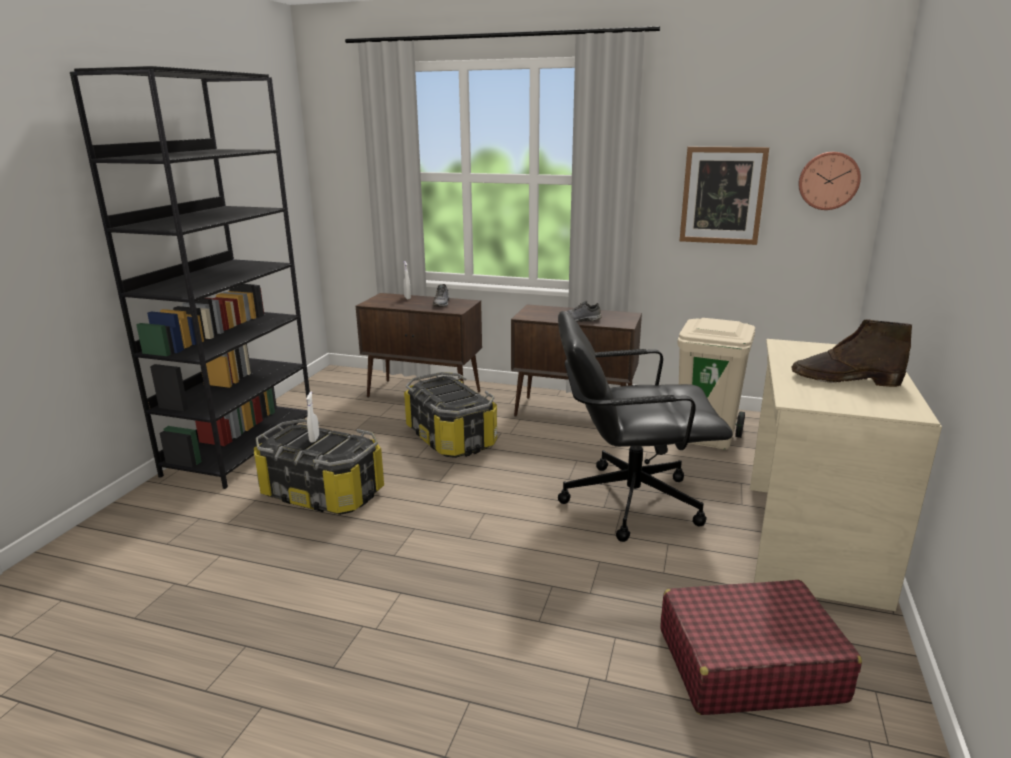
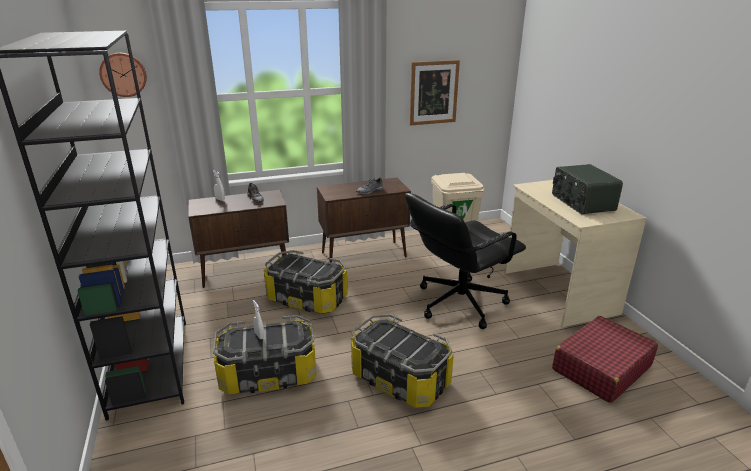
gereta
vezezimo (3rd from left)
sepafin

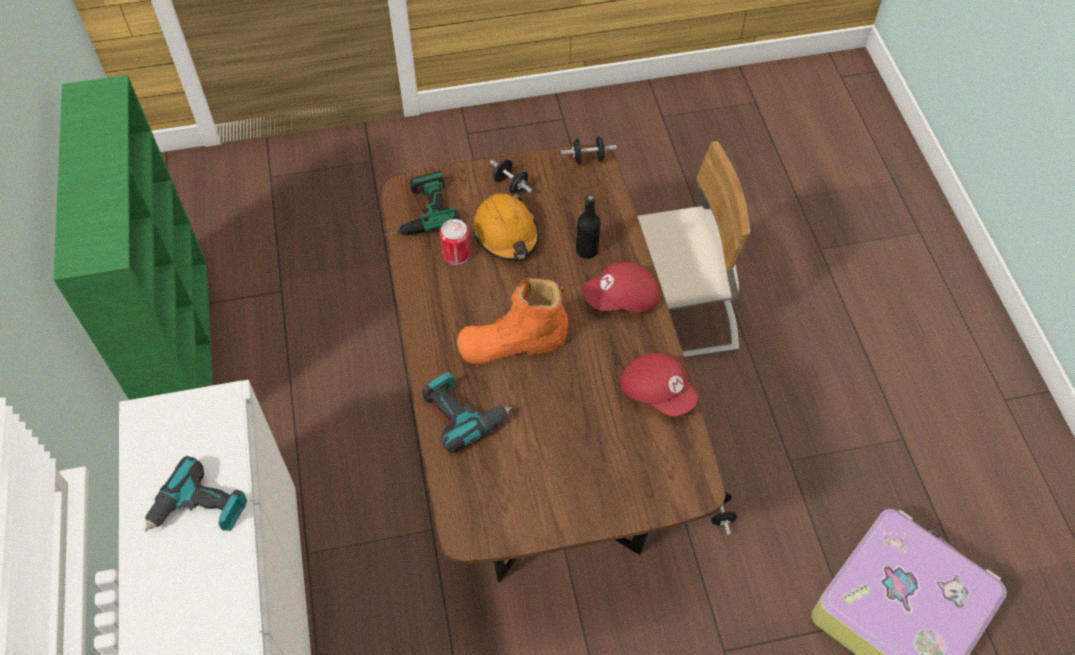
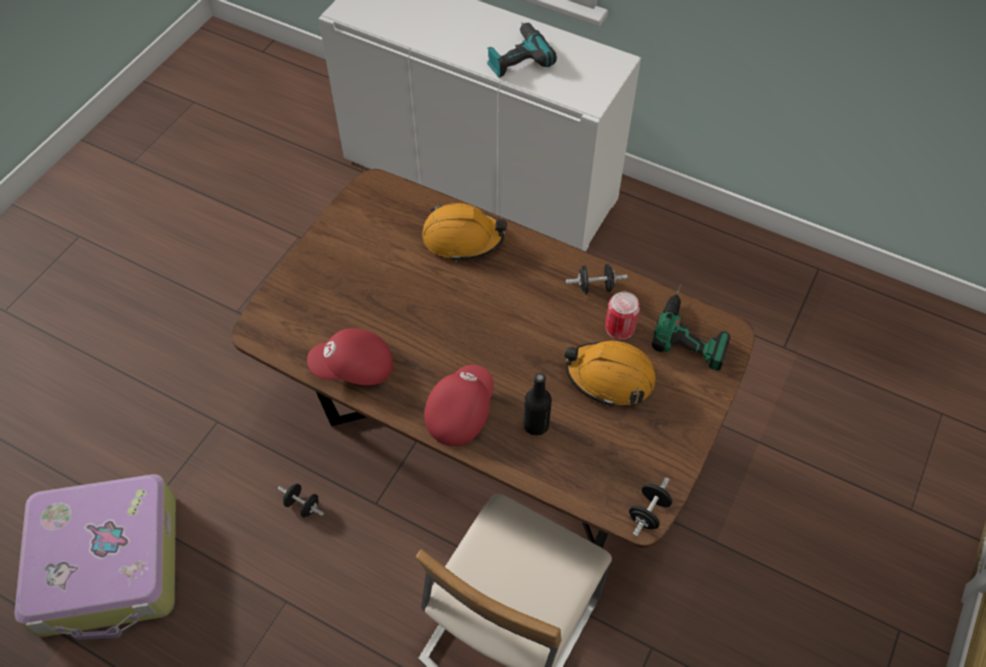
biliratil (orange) (1st from left)
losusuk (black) (2nd from left)
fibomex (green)
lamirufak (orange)

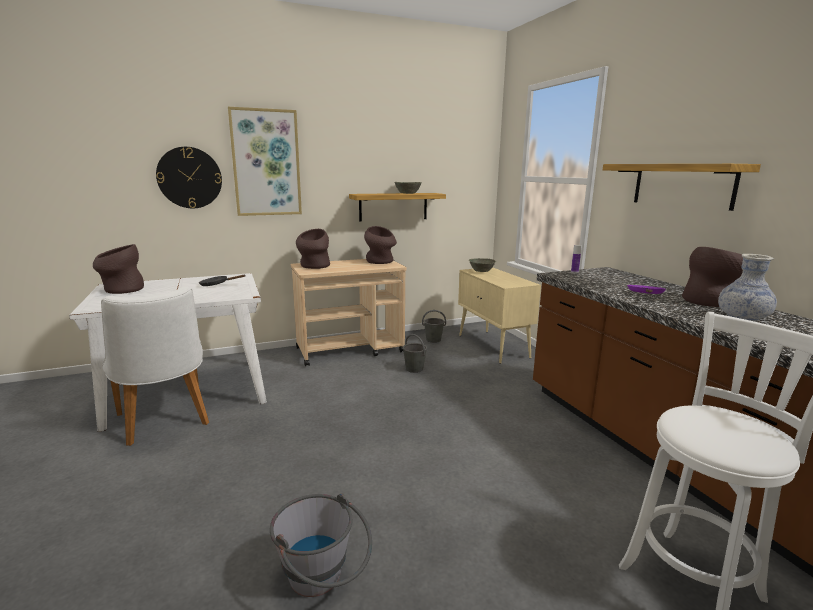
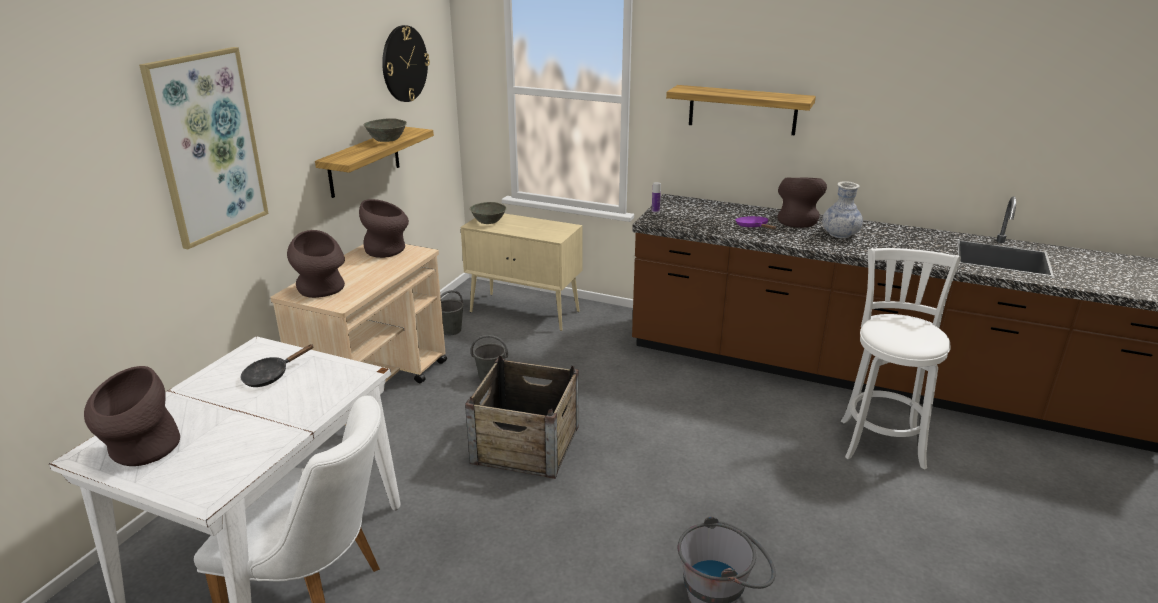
gereta
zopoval

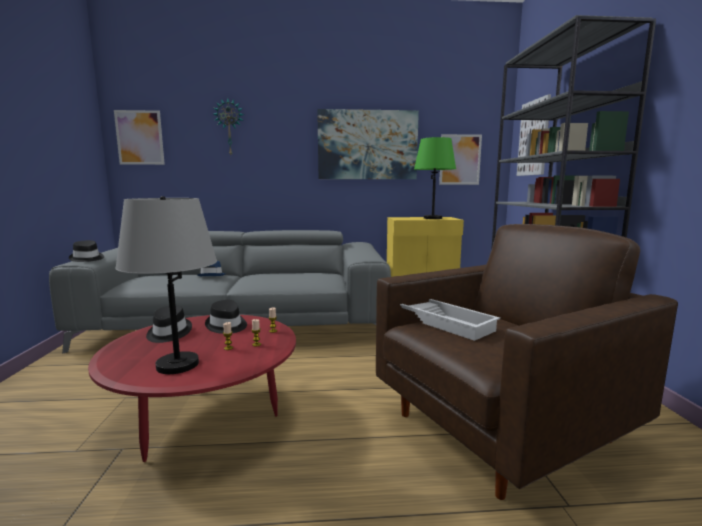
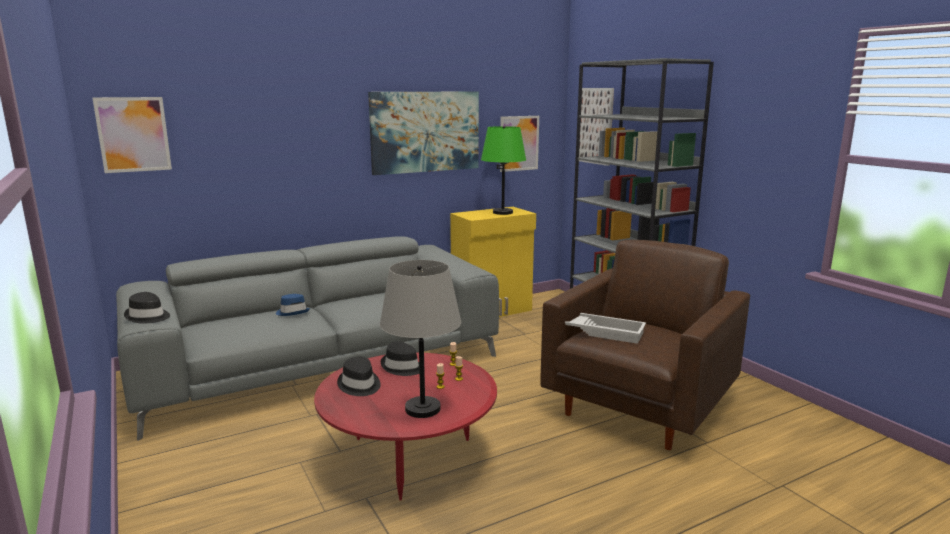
gereta

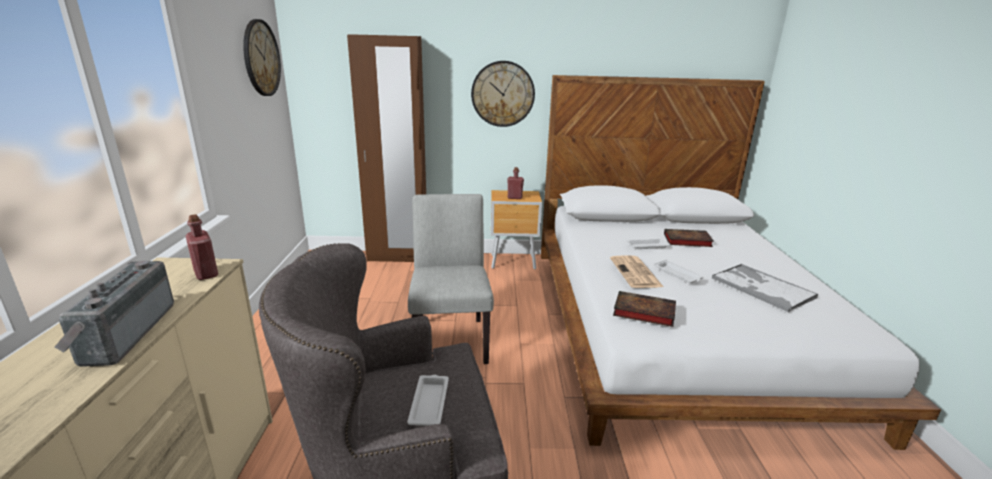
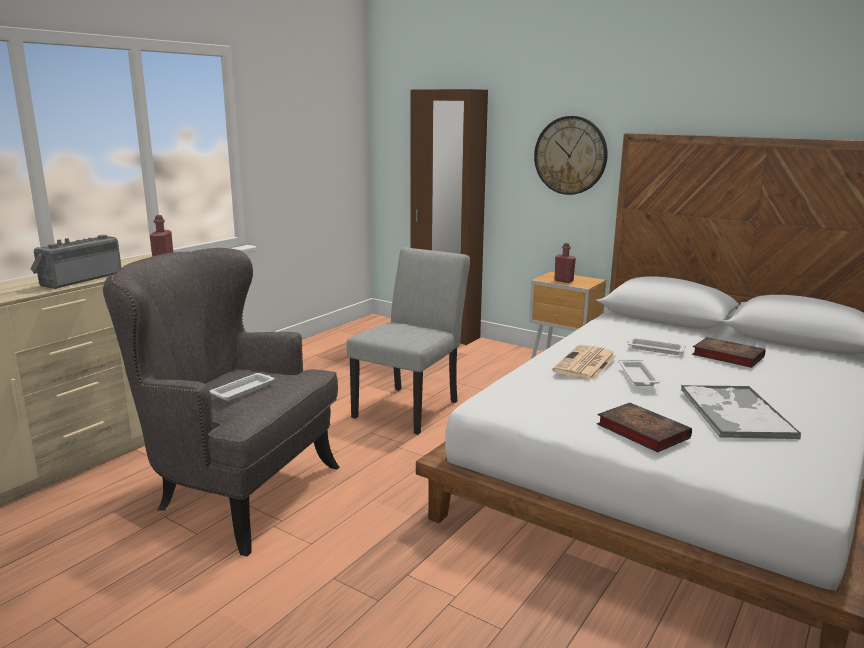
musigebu (1st from left)
gereta (1st from left in the first image)

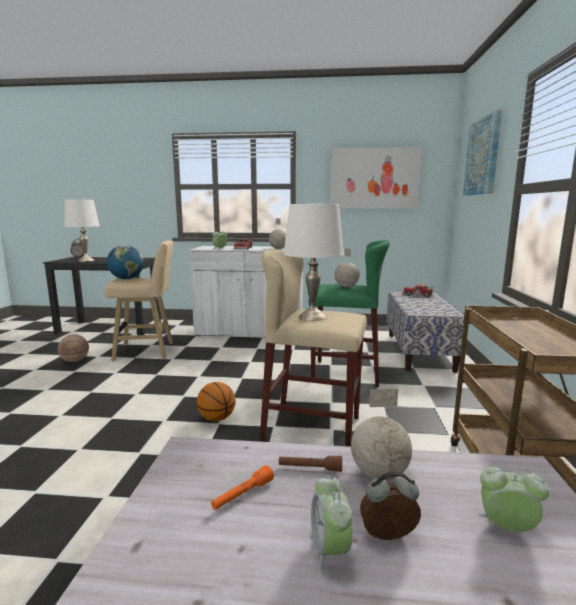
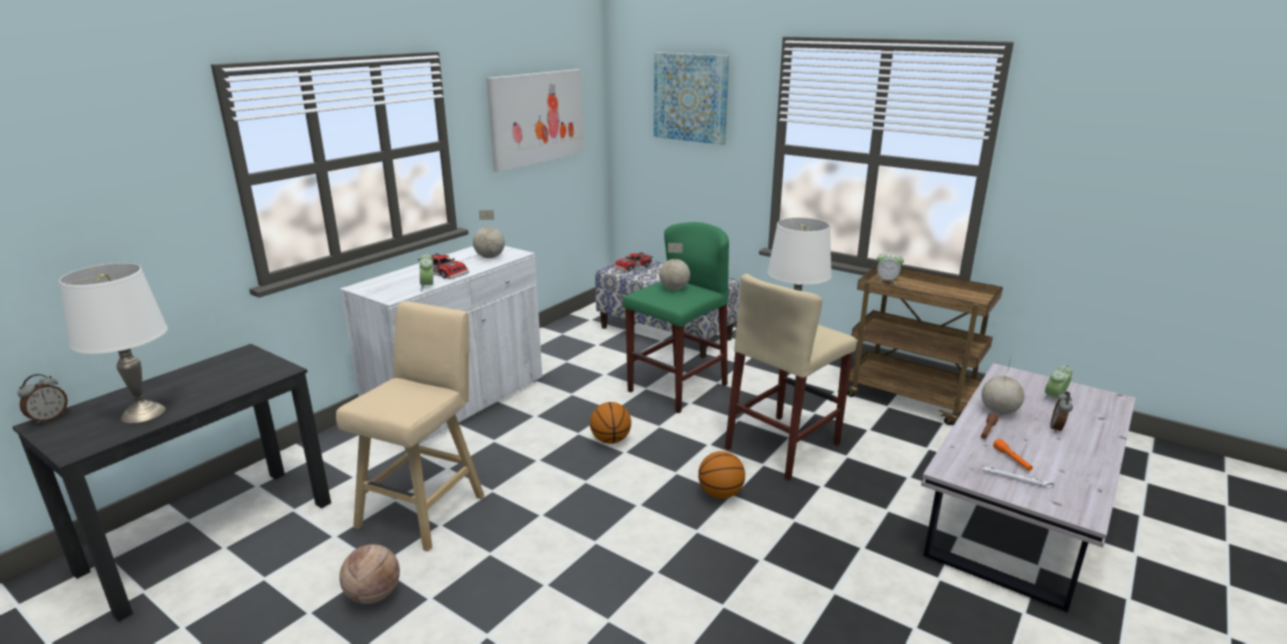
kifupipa (2nd from left)
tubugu (3rd from left)
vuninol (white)
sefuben (1st from left in the first image)

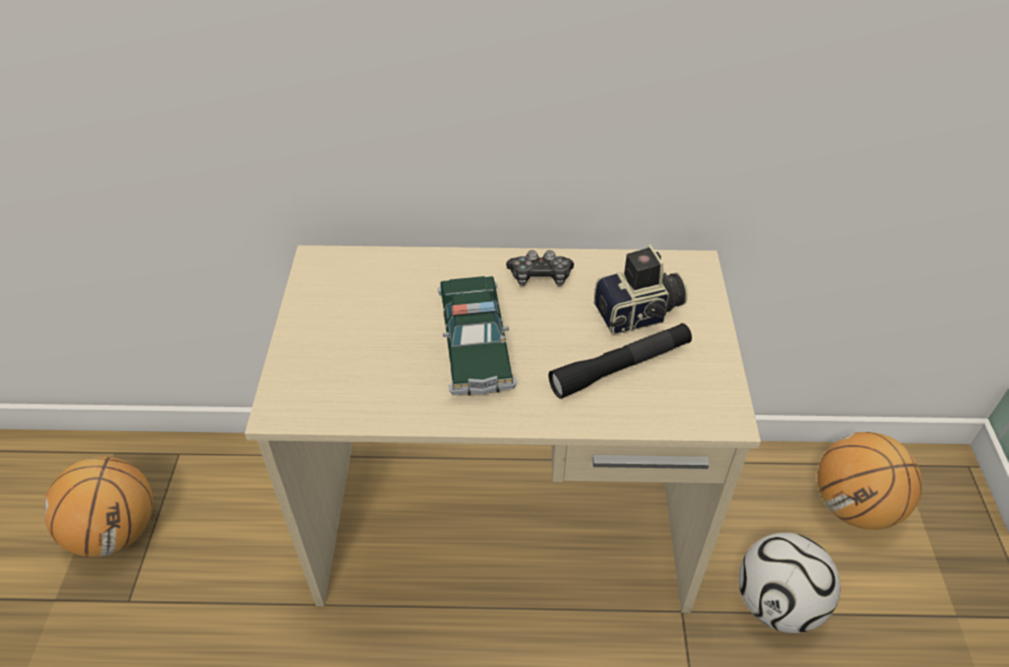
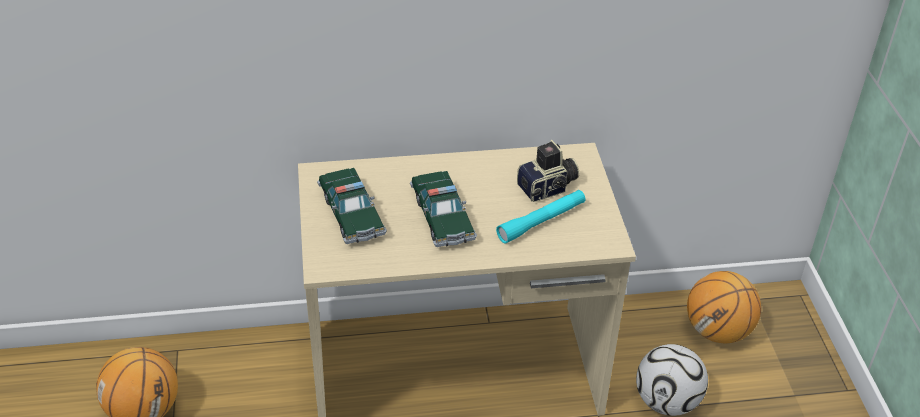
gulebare (1st from left)
vuninol (turquoise)
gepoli

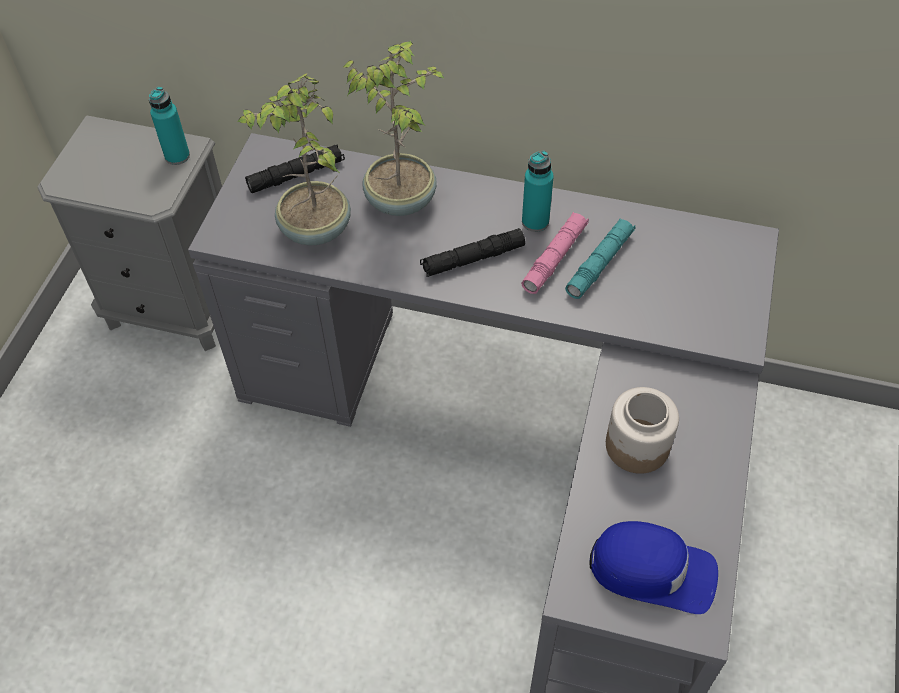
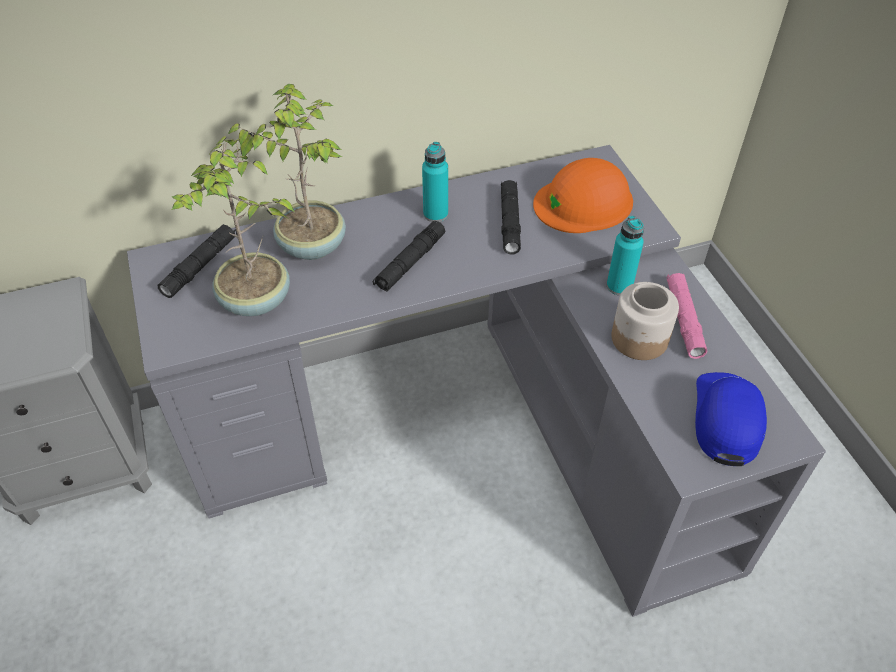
vuninol (black) (3rd from left)
biliratil (orange)
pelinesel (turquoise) (2nd from left)
vuninol (pink)
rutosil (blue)

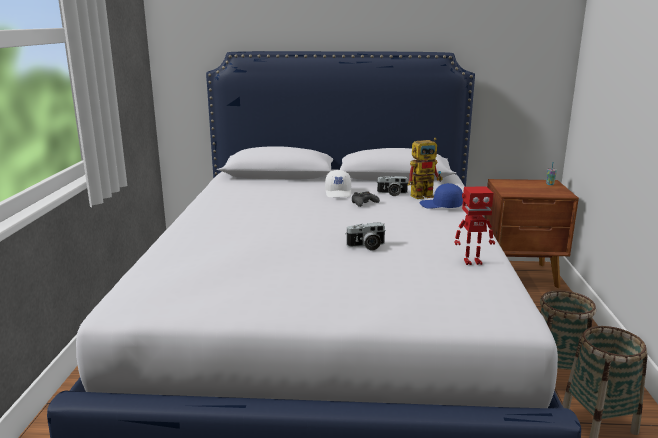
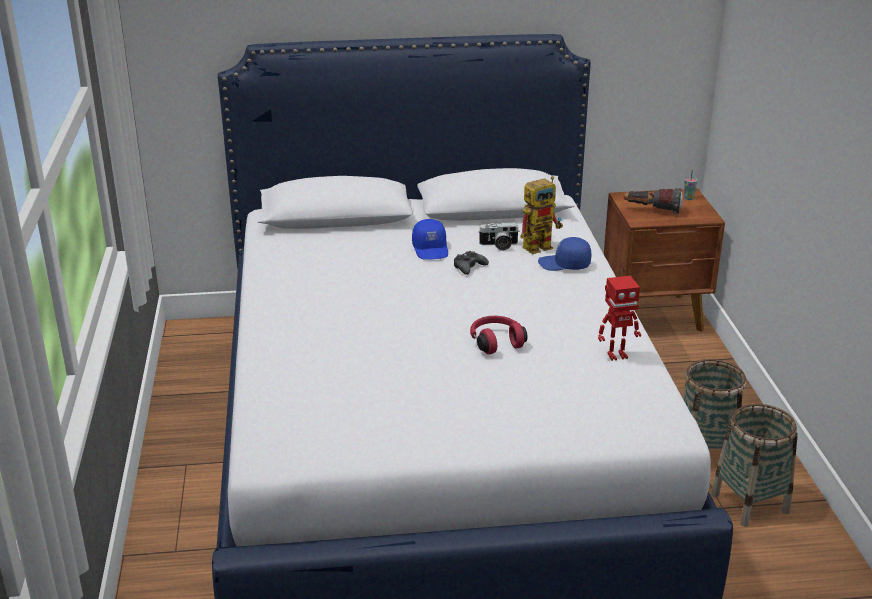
rutosil (blue) (1st from left)
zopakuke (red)
vuninol

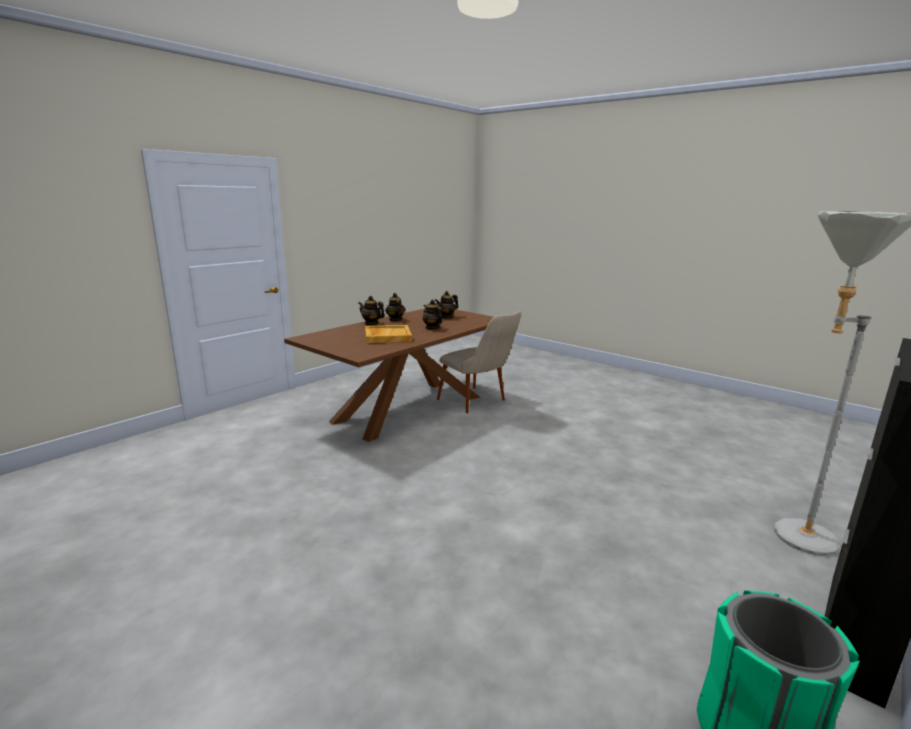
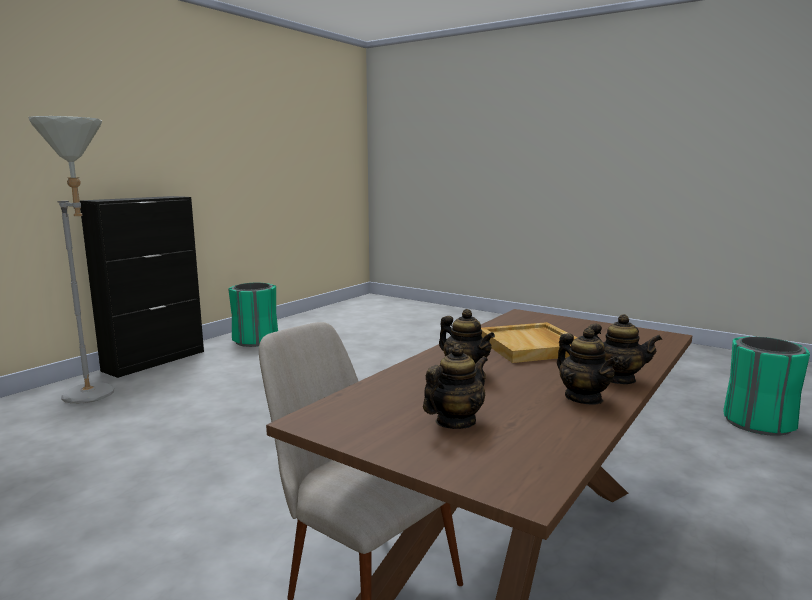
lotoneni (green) (2nd from left)

